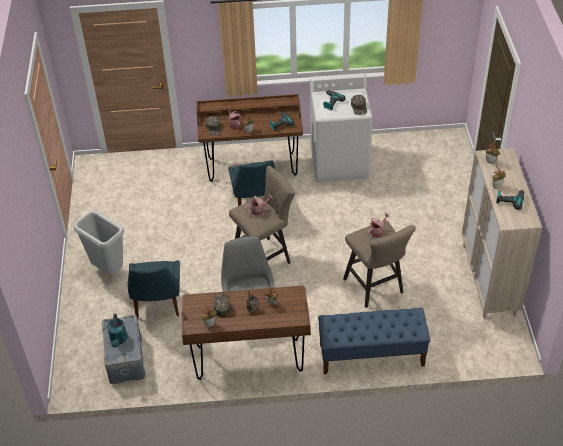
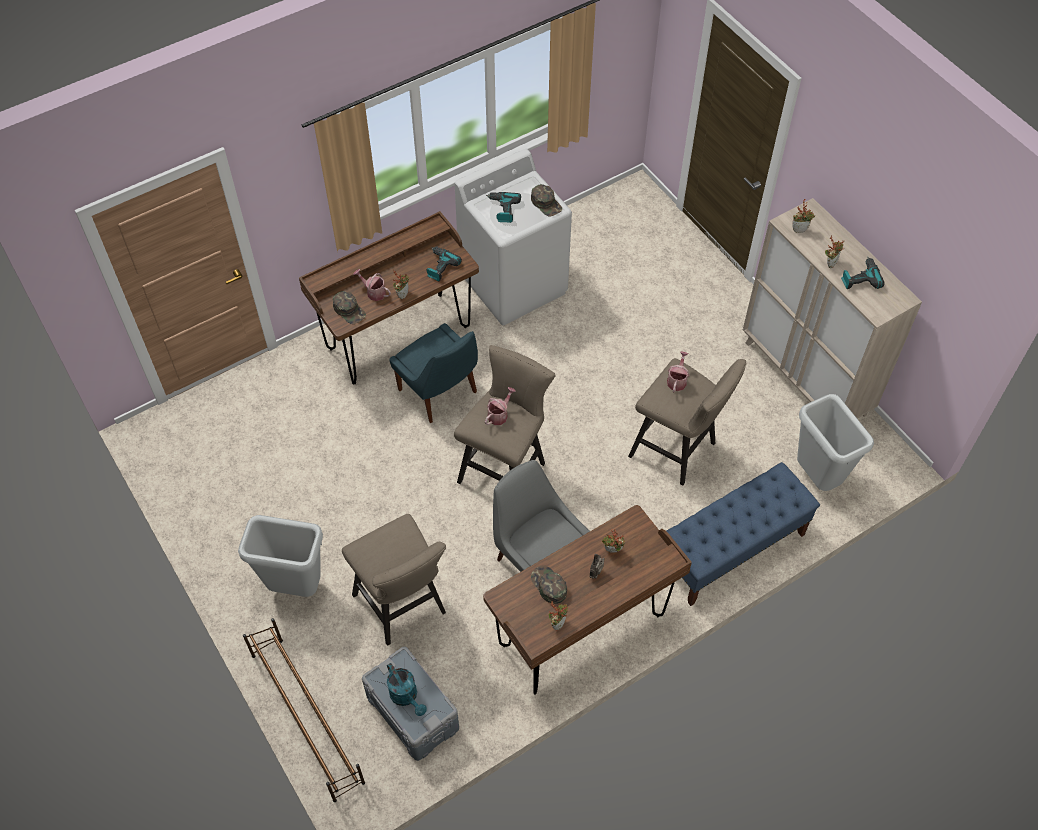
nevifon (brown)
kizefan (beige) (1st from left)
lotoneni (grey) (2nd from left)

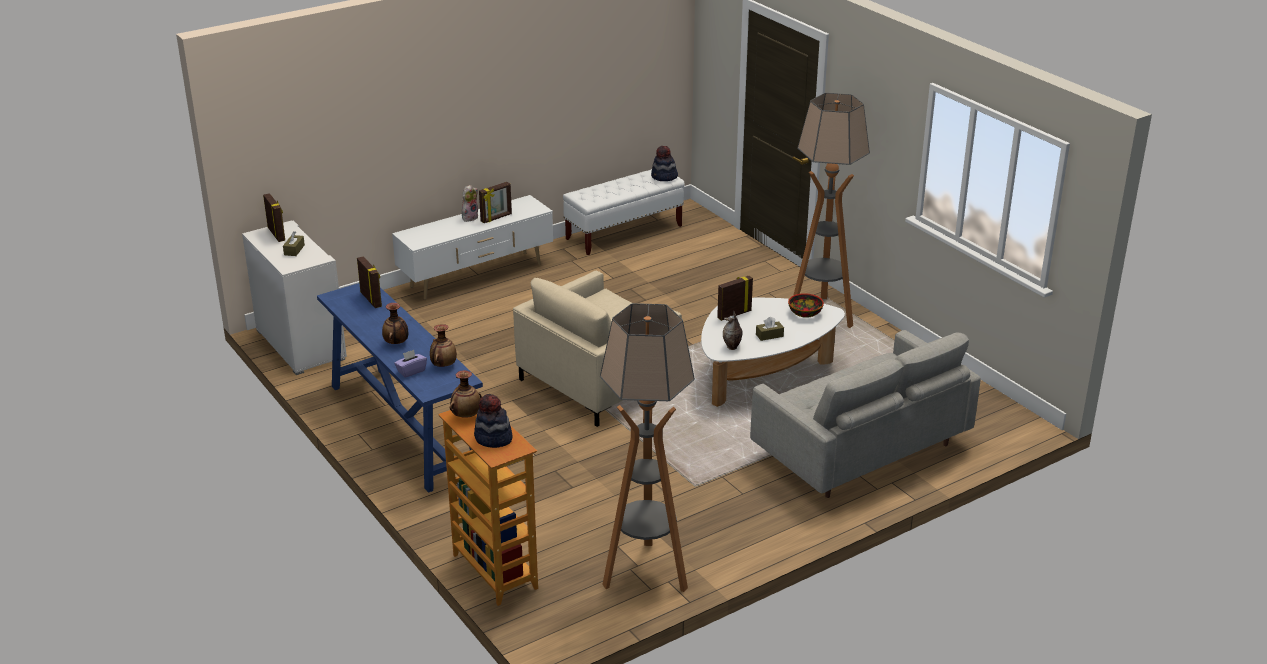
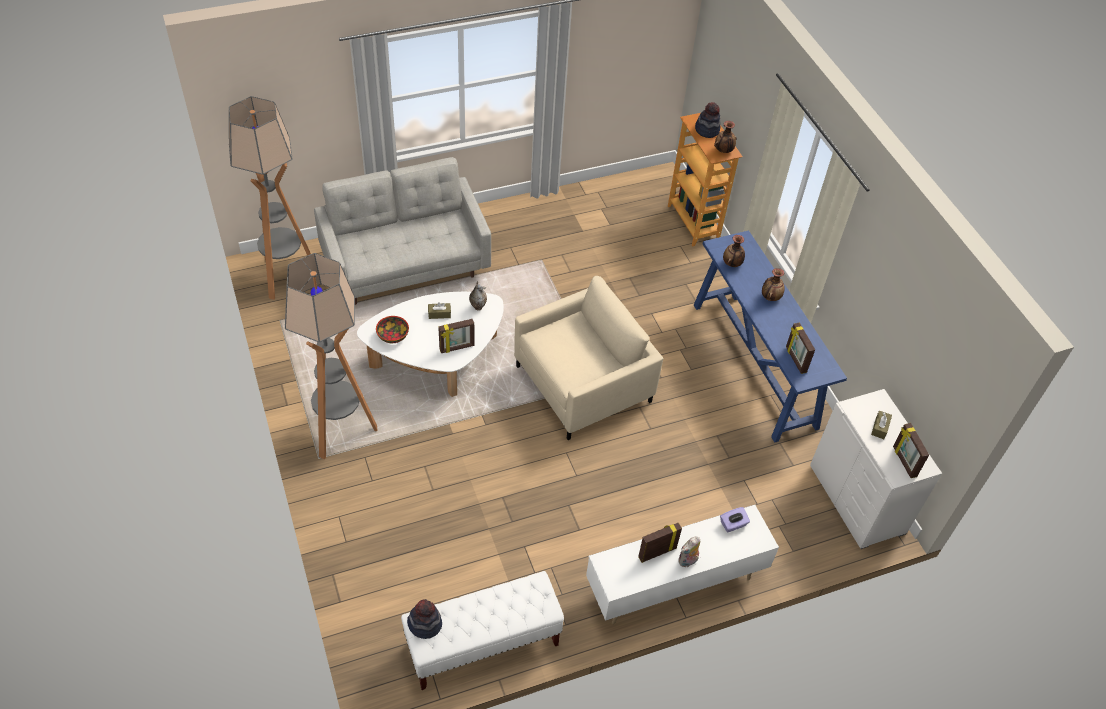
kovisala (1st from left)
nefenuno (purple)

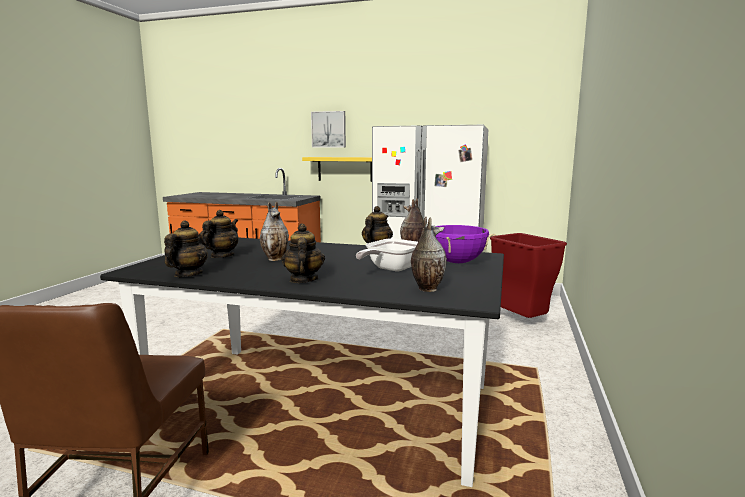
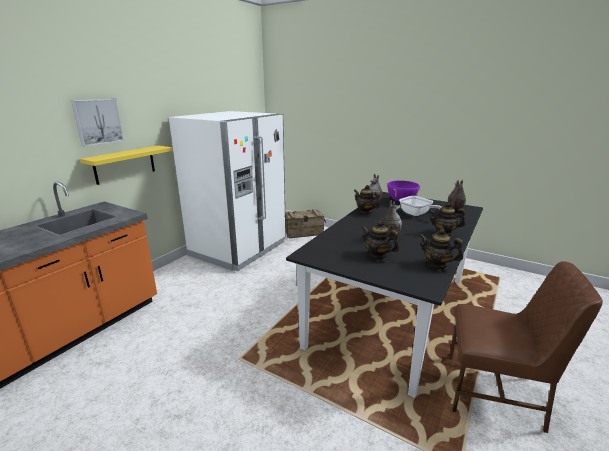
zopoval

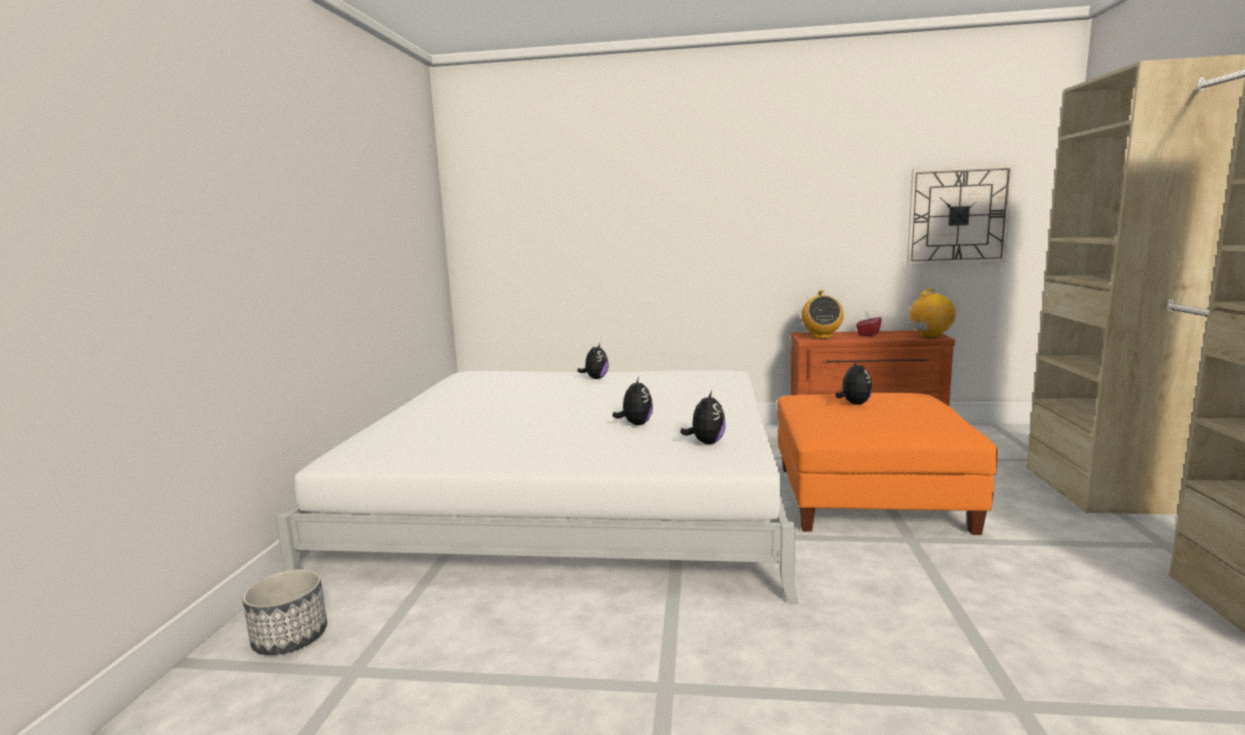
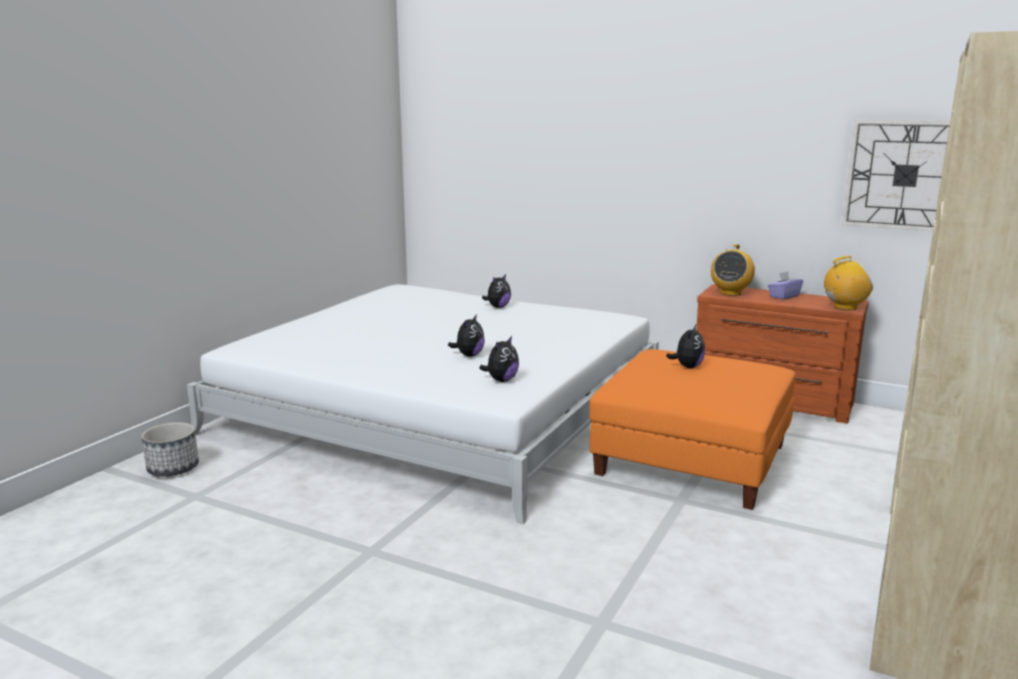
nefenuno (purple)

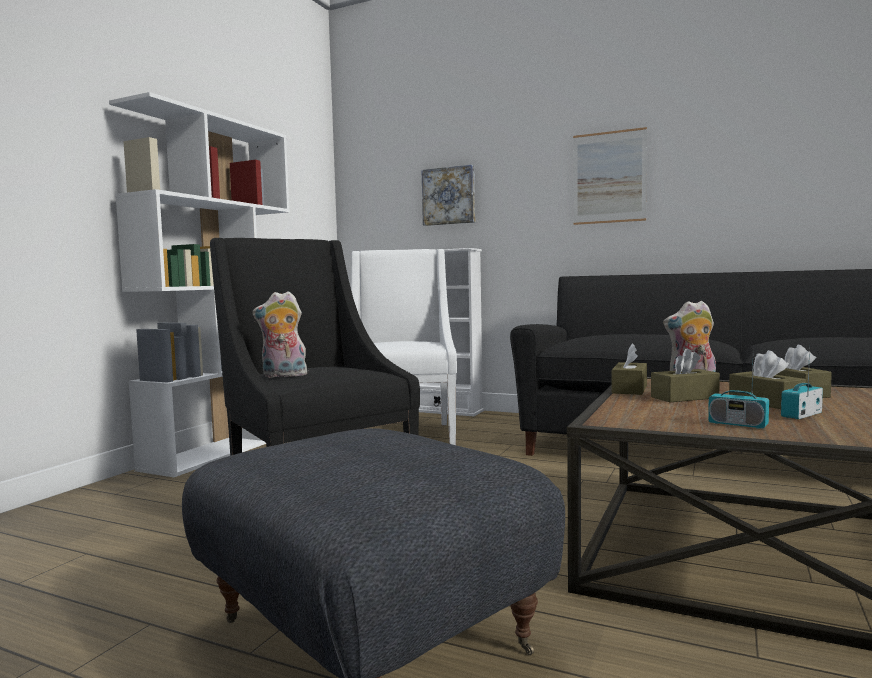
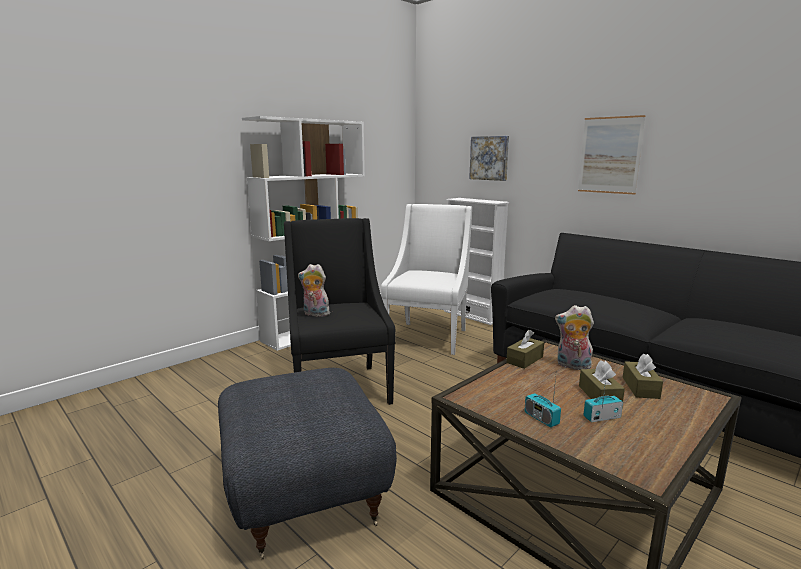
nefenuno (brown) (2nd from left in the first image)

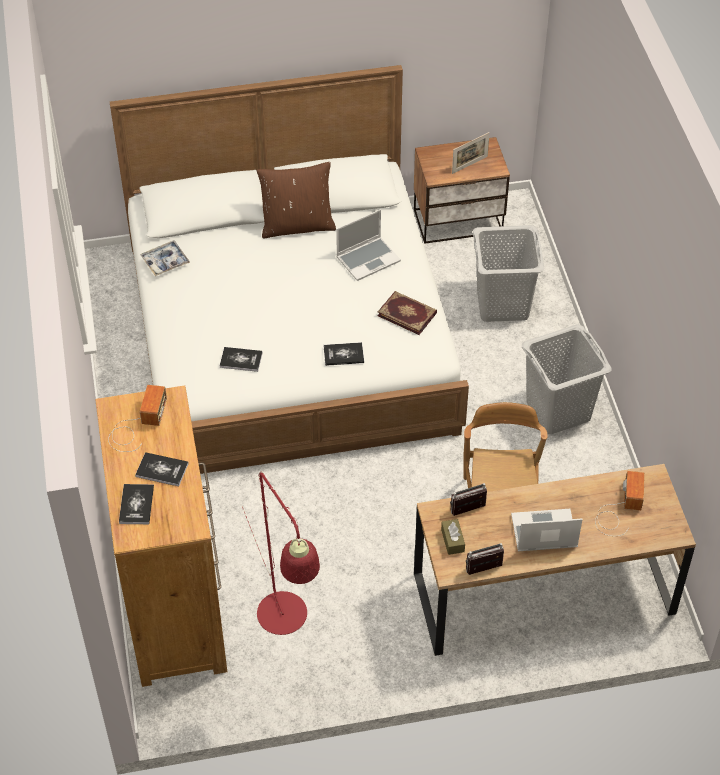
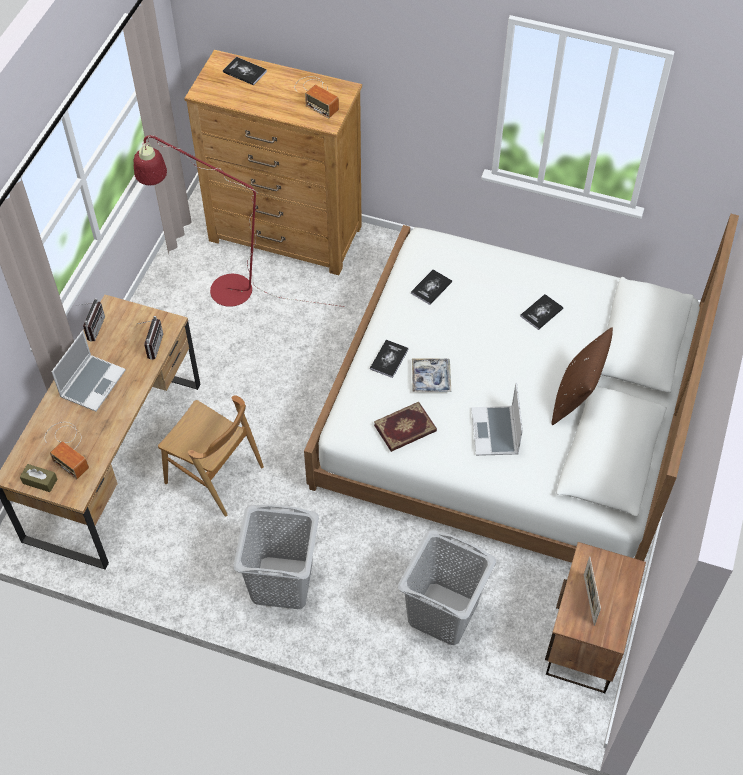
nefenuno (brown)
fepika
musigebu (5th from left)

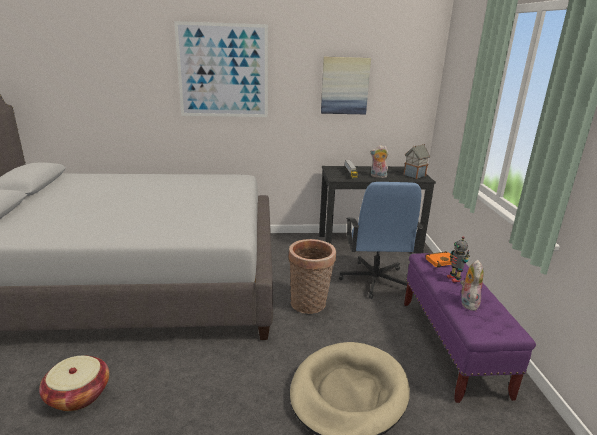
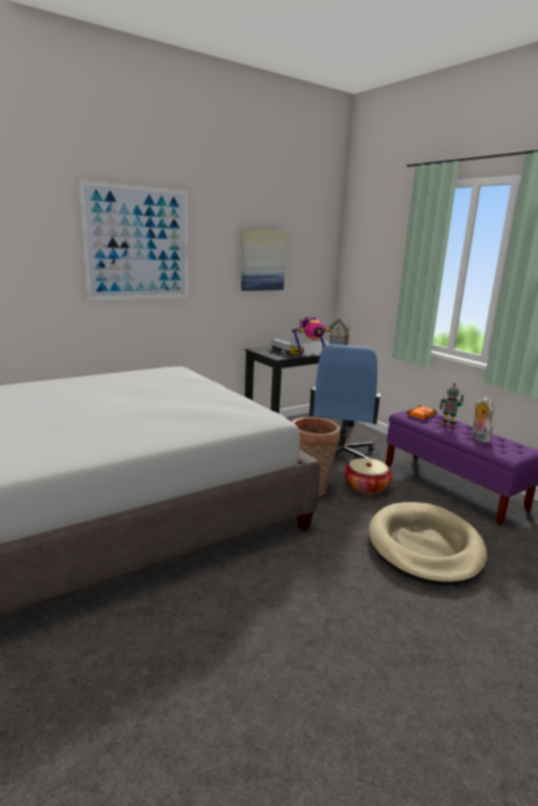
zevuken (1st from left)
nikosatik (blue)
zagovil (2nd from left)

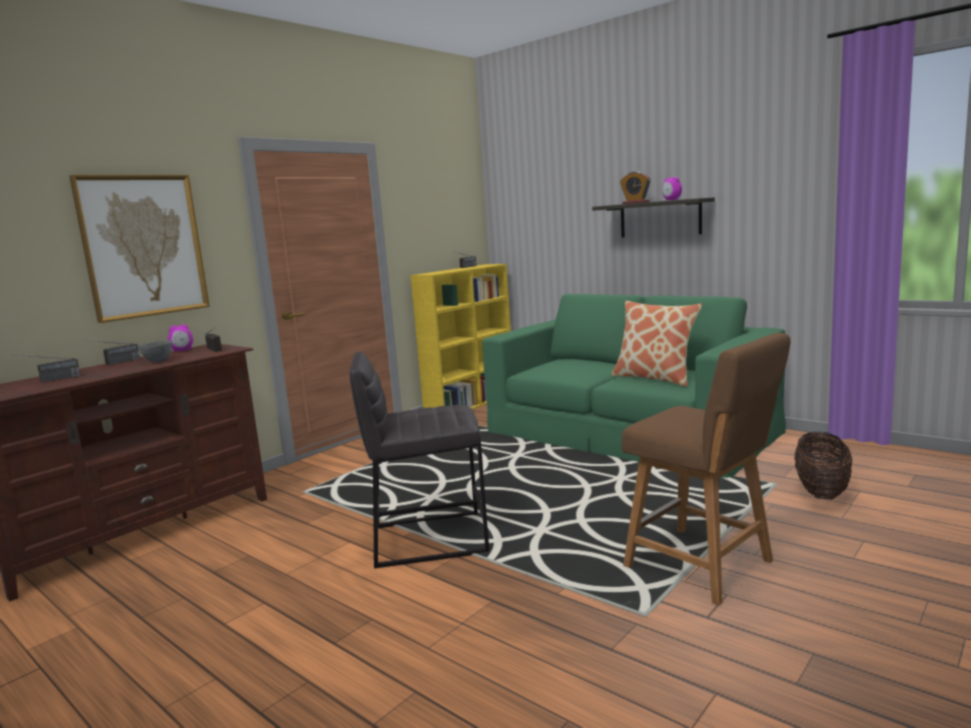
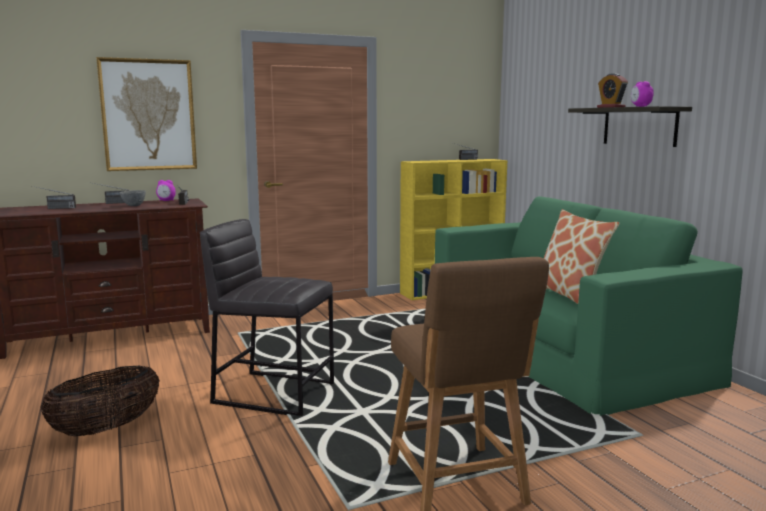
zagovil

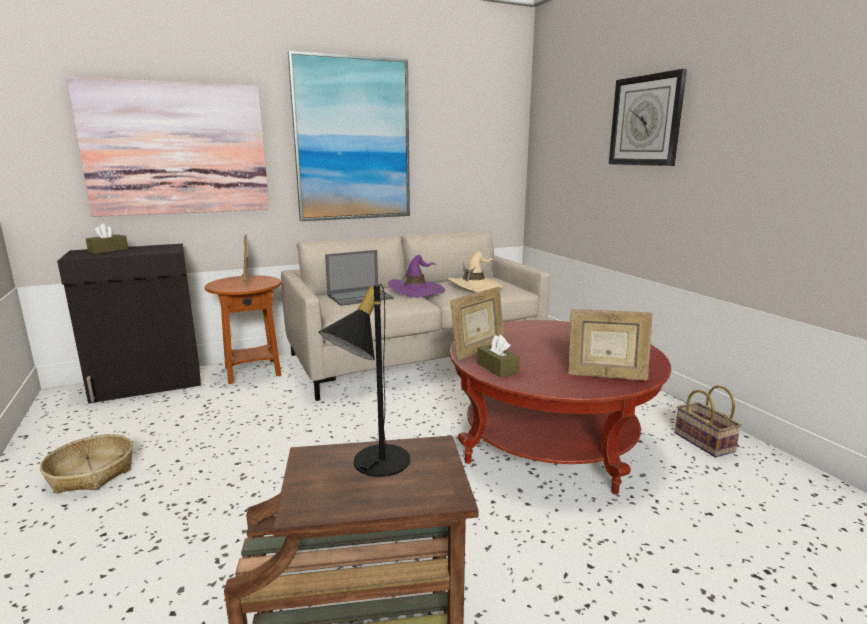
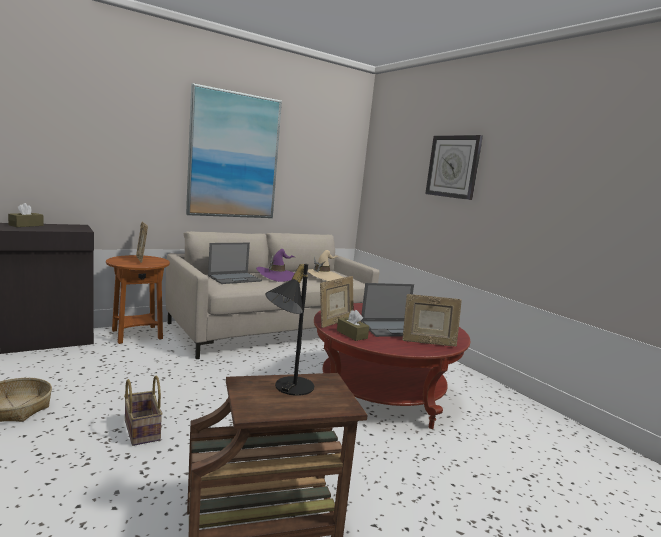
zagovil (2nd from left)
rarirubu (2nd from left)
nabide (1st from left in the first image)

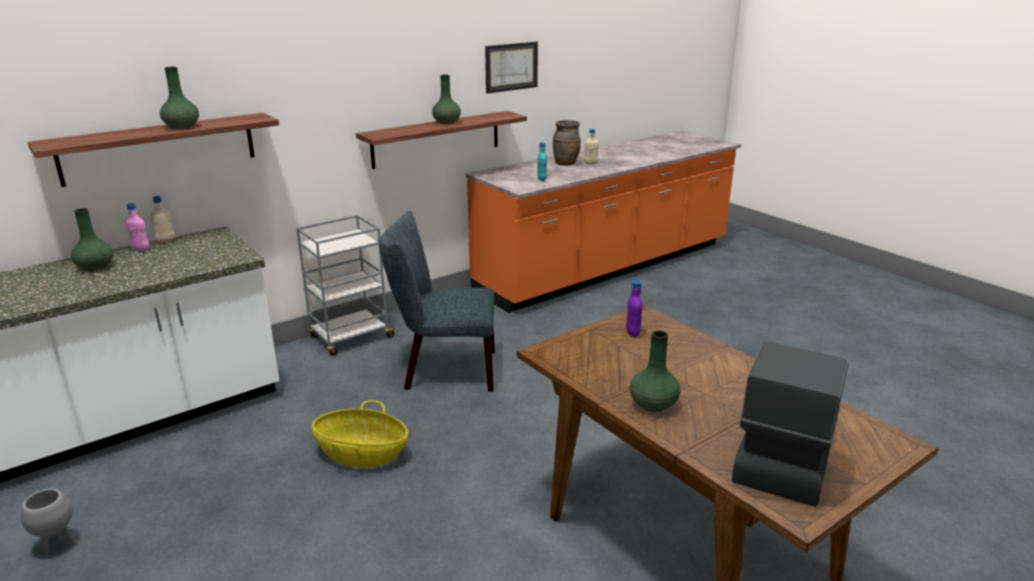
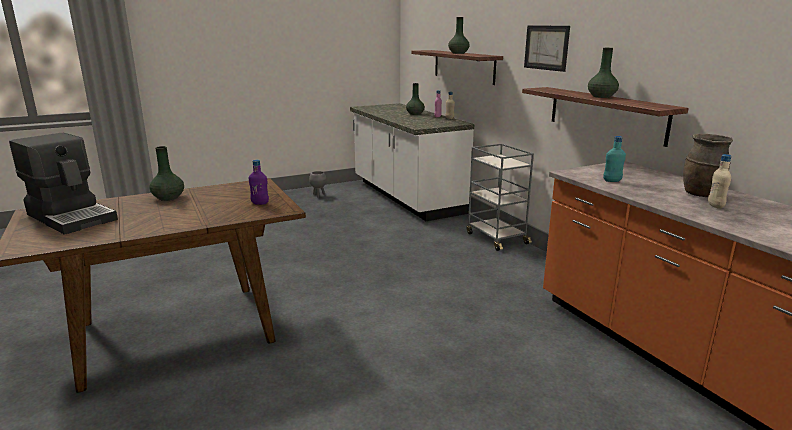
nabide
zagovil
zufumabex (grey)

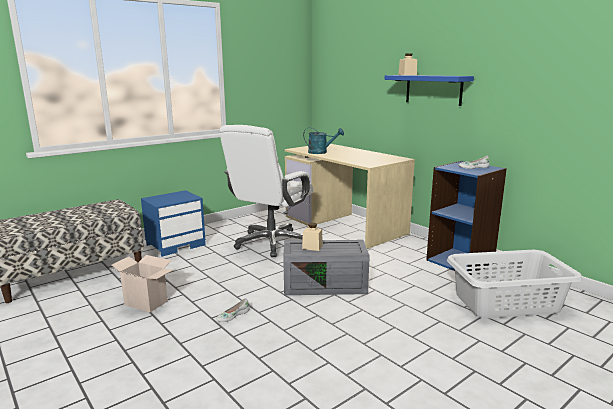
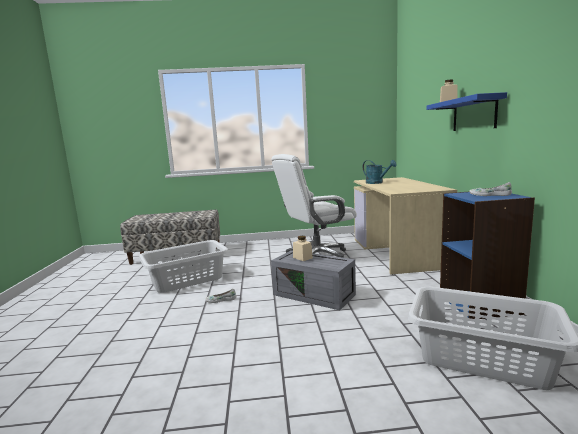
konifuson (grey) (1st from left)
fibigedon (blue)

